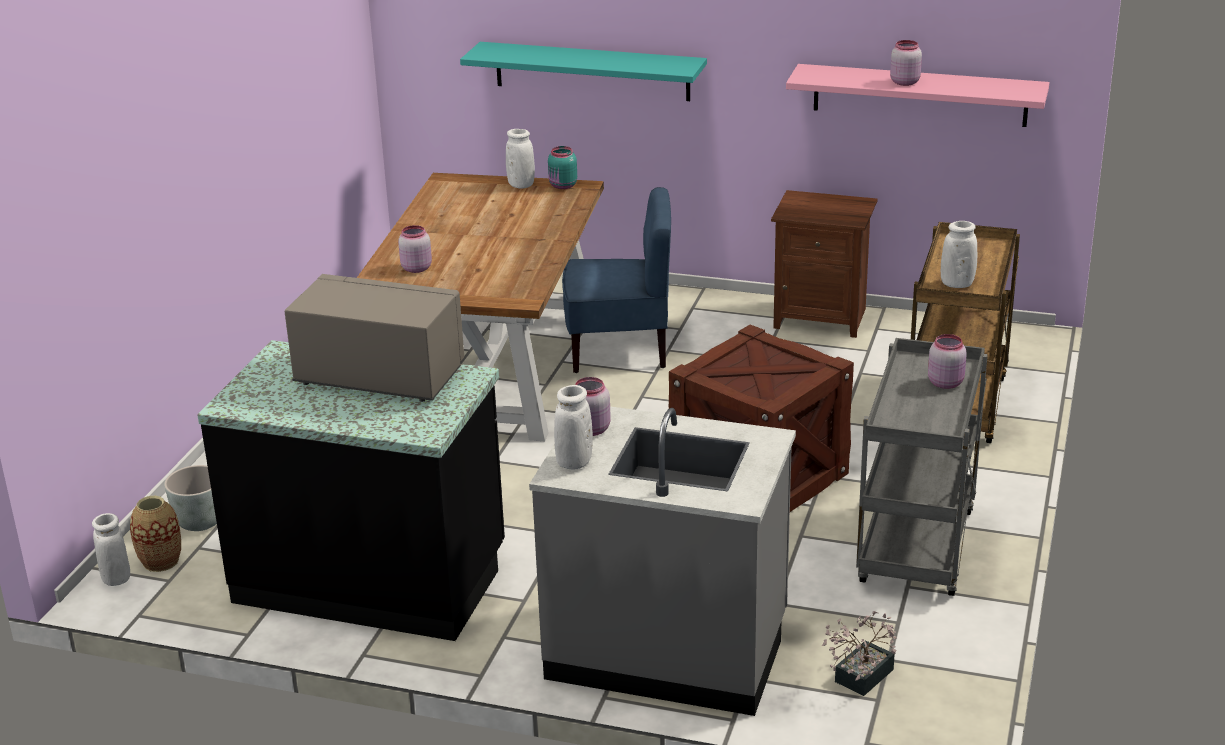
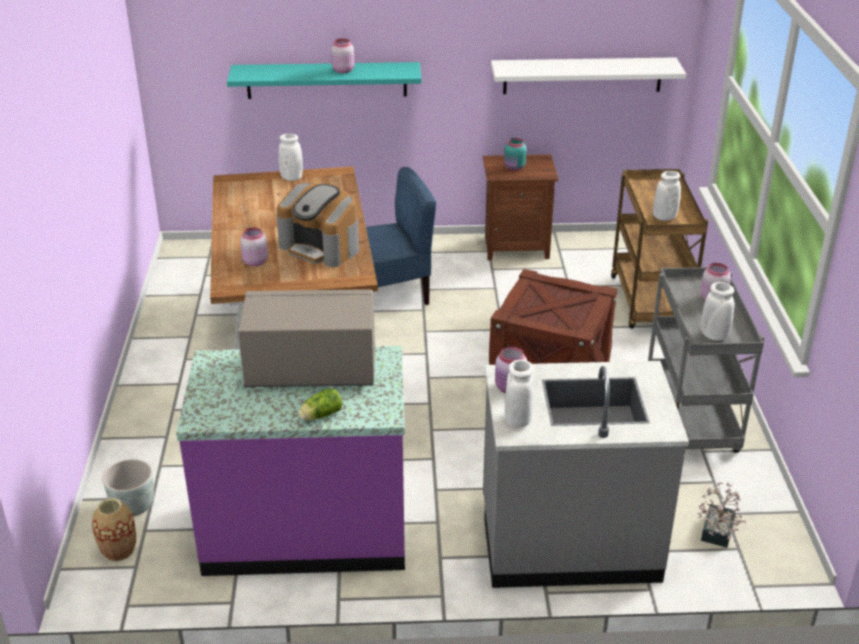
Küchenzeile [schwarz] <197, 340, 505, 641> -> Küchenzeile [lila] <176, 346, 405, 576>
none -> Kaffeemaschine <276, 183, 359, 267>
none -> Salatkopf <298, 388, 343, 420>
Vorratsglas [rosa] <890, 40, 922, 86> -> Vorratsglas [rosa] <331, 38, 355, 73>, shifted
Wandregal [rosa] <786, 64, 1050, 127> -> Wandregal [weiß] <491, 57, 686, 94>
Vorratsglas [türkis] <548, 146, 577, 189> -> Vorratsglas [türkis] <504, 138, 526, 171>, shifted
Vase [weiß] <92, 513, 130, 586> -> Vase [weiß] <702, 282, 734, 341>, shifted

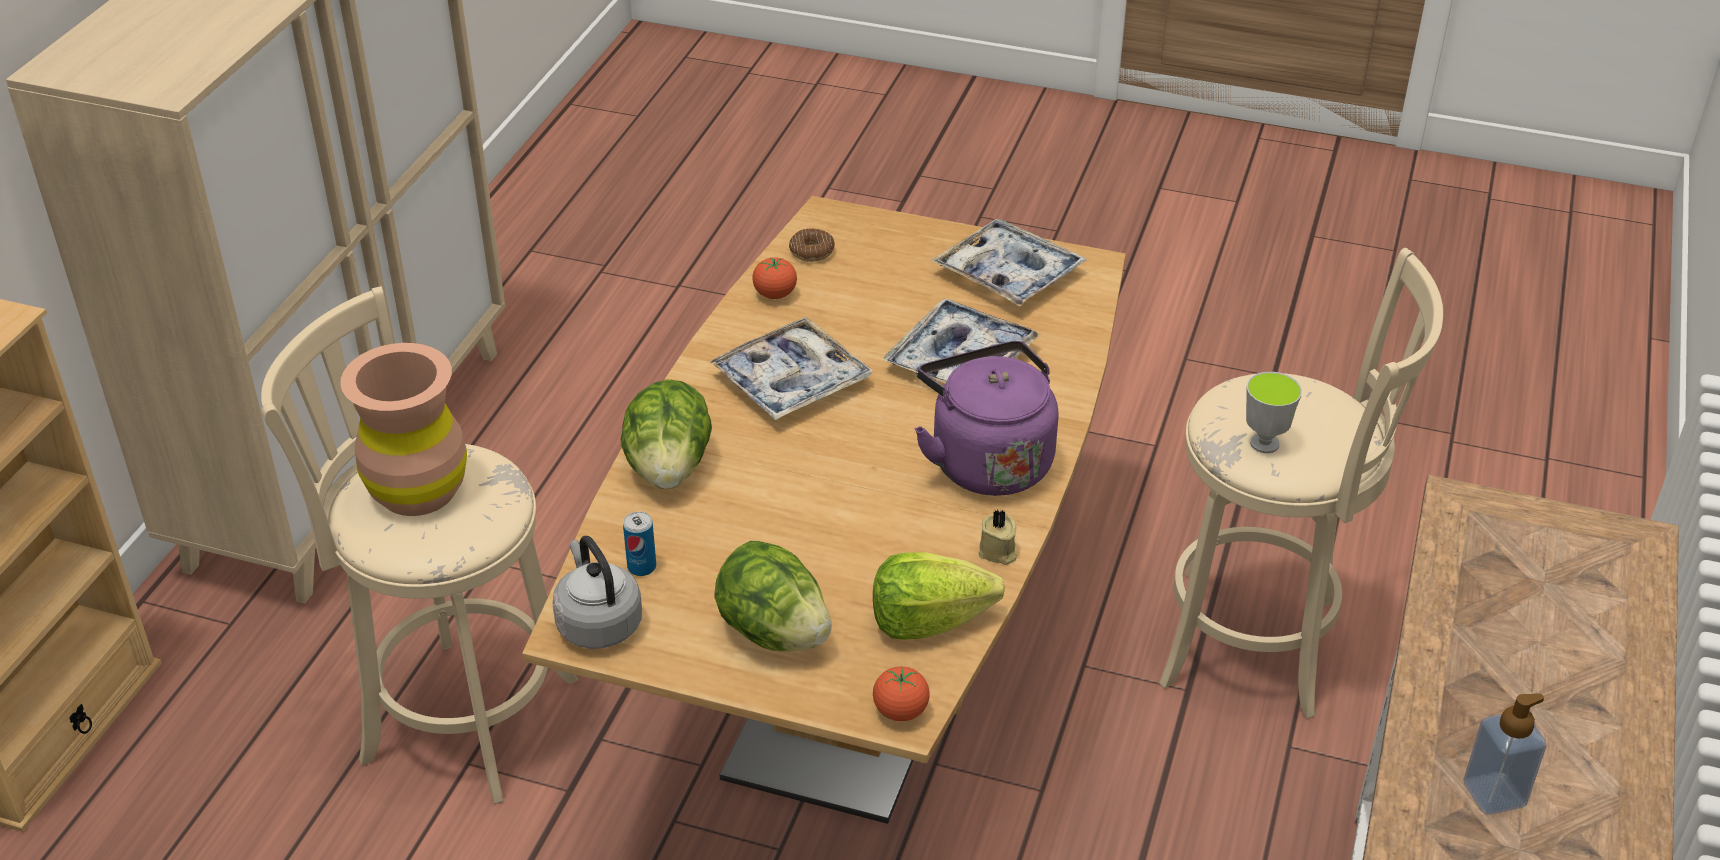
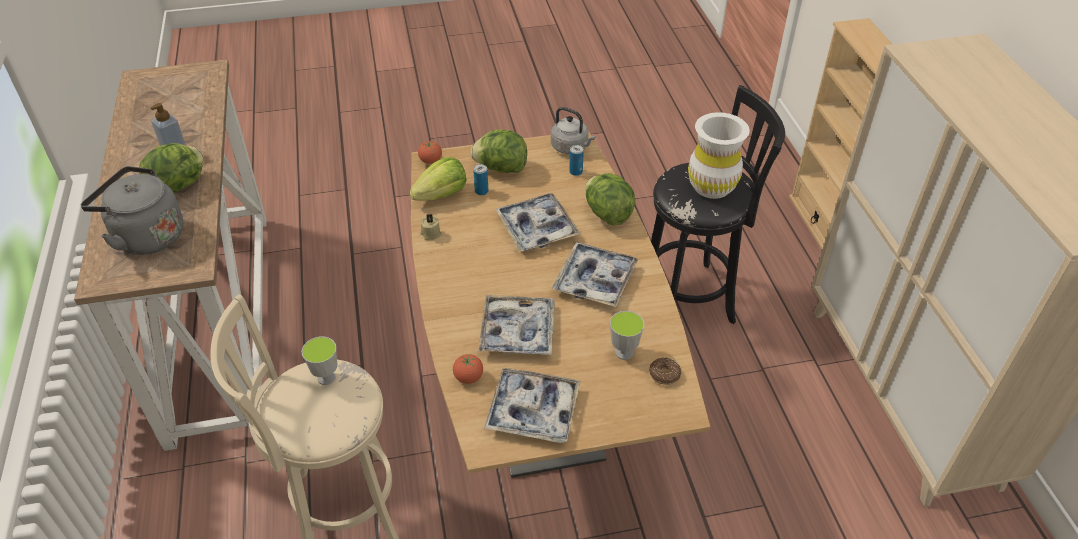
none -> Wasserkessel [grau] <81, 166, 183, 255>
none -> Salatkopf <139, 143, 204, 193>
Tomate <752, 257, 797, 299> -> Tomate <453, 354, 483, 384>, shifted
none -> Dose <473, 164, 488, 195>
none -> Tablett <496, 193, 580, 251>
none -> Tasse <610, 311, 644, 360>
Hocker [beige] <261, 286, 578, 804> -> Hocker [schwarz] <651, 85, 785, 324>
Vase [braun] <340, 343, 467, 516> -> Vase [weiß] <688, 112, 750, 199>
Wasserkessel [lila] <915, 341, 1058, 496> -> none

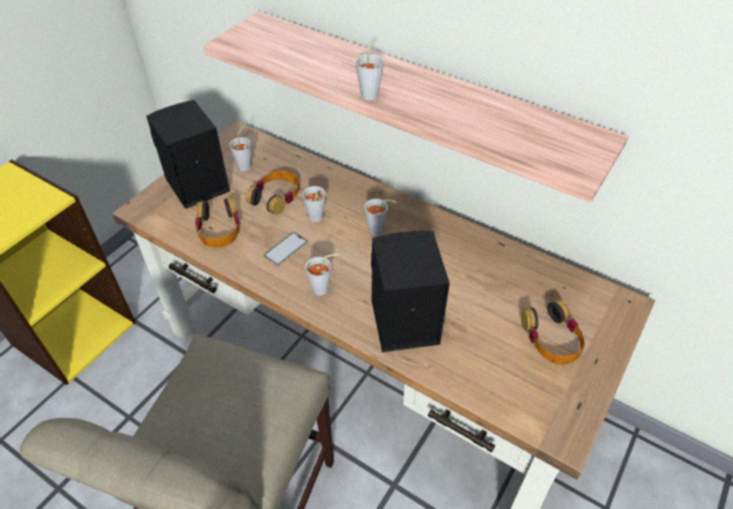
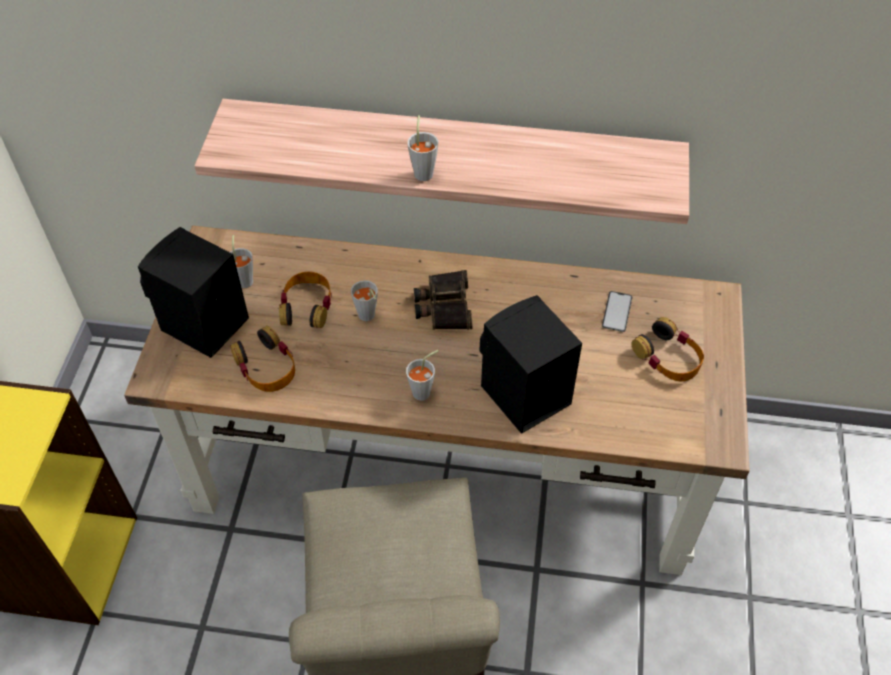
Tasse [grau] <364, 199, 397, 235> -> Fernglas <414, 270, 473, 329>
Handy <264, 232, 307, 265> -> Handy <602, 291, 632, 332>, shifted

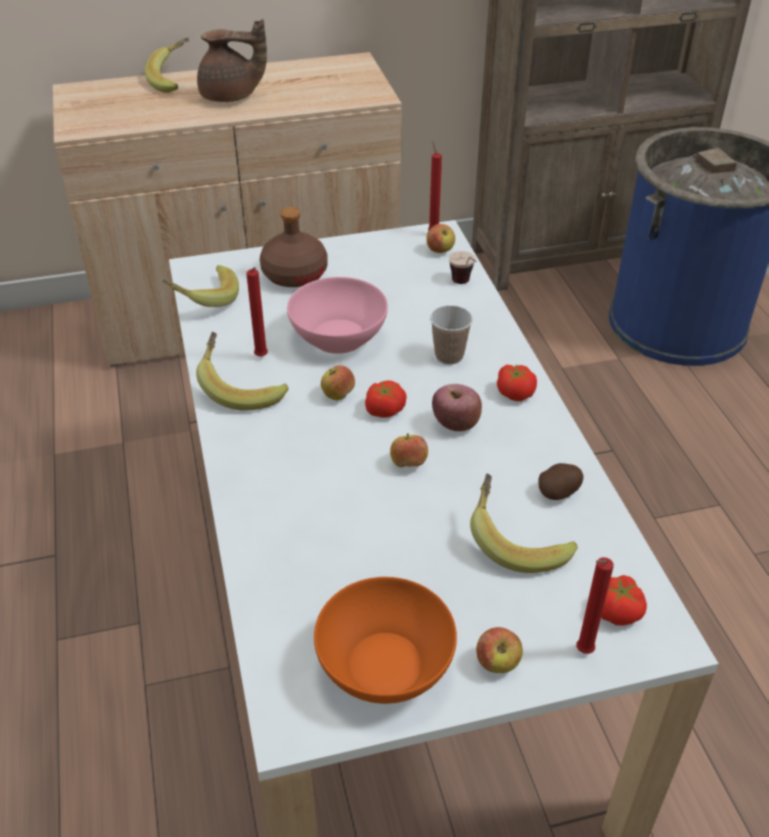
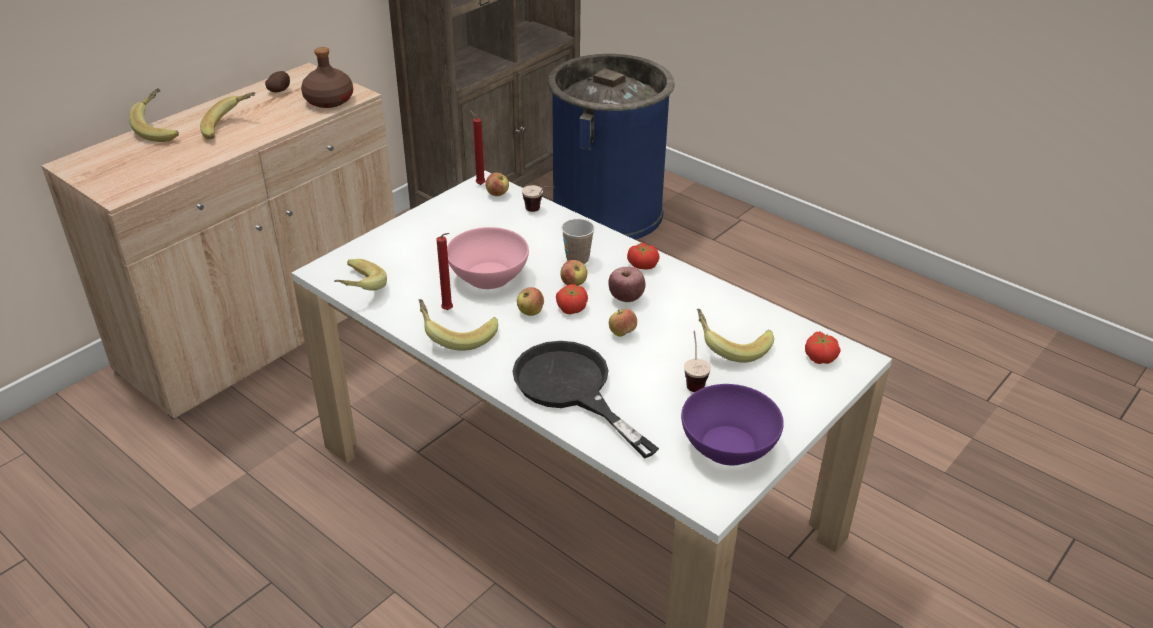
Teekanne [braun] <197, 19, 267, 102> -> Banane <200, 92, 255, 139>
Kartoffel <538, 463, 584, 500> -> Kartoffel <265, 71, 290, 93>, shifted
Flasche [braun] <260, 207, 328, 287> -> Flasche [braun] <301, 47, 353, 108>, shifted
none -> Pfanne [schwarz] <512, 341, 659, 459>
Apfel <476, 627, 523, 673> -> Apfel <560, 260, 587, 286>, shifted
Schüssel [orange] <314, 577, 457, 704> -> Schüssel [lila] <681, 384, 784, 466>
none -> Tasse <684, 331, 711, 392>
Kerze [rot] <576, 557, 614, 654> -> none

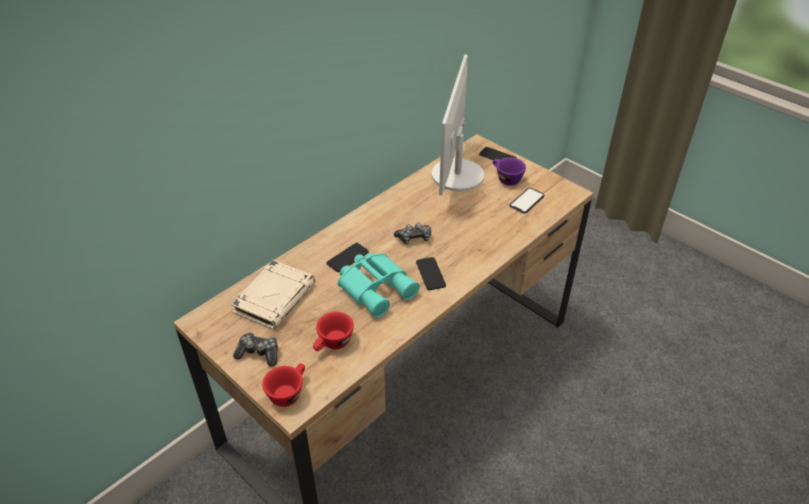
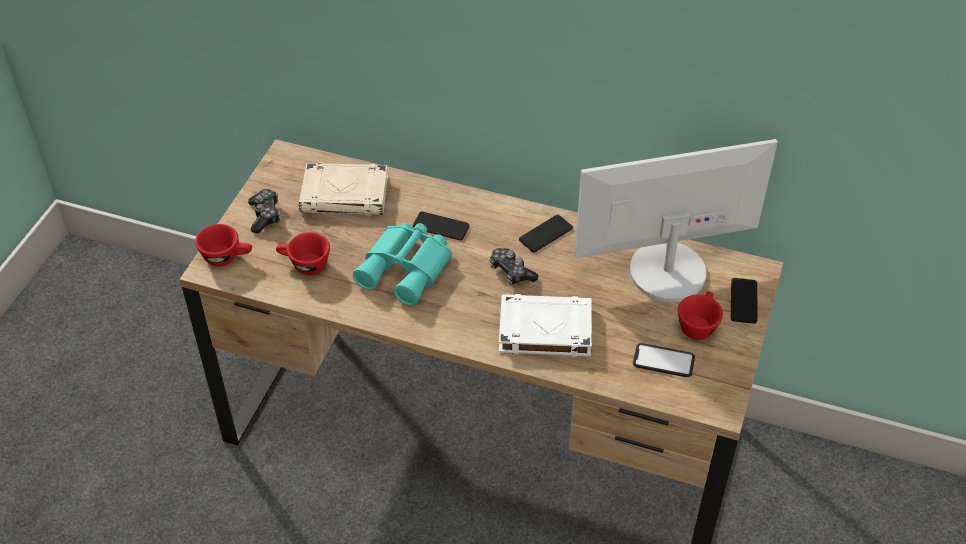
none -> Buch [weiß] <499, 294, 592, 357>
Handy <416, 257, 446, 290> -> Handy <519, 215, 573, 252>, shifted
Tasse [lila] <493, 157, 526, 186> -> Tasse [rot] <678, 291, 723, 340>

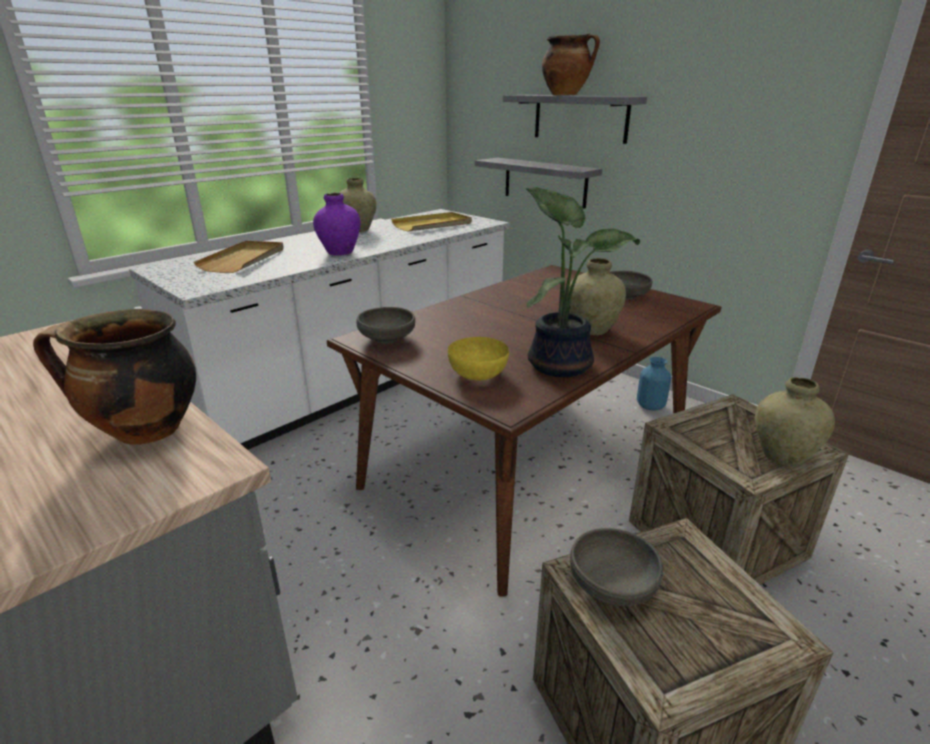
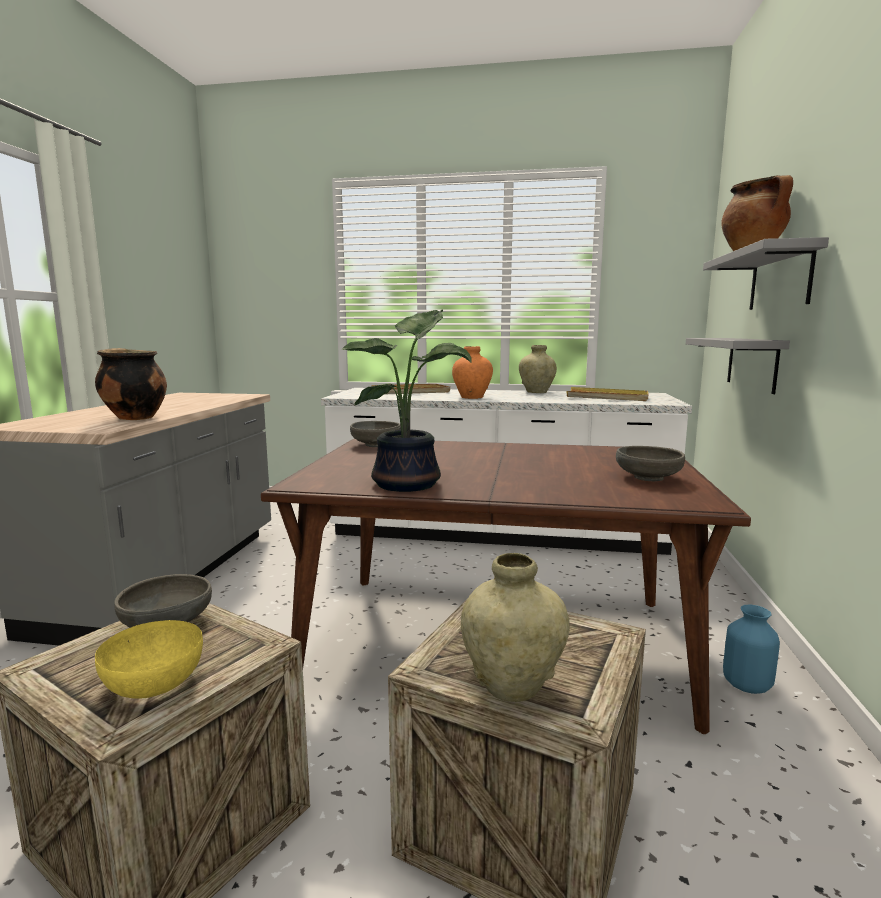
Schüssel [gelb] <448, 337, 509, 380> -> Schüssel [gelb] <95, 620, 203, 699>, shifted
Vase [lila] <313, 193, 360, 255> -> Vase [orange] <452, 346, 493, 399>
Vase [beige] <569, 258, 626, 335> -> none

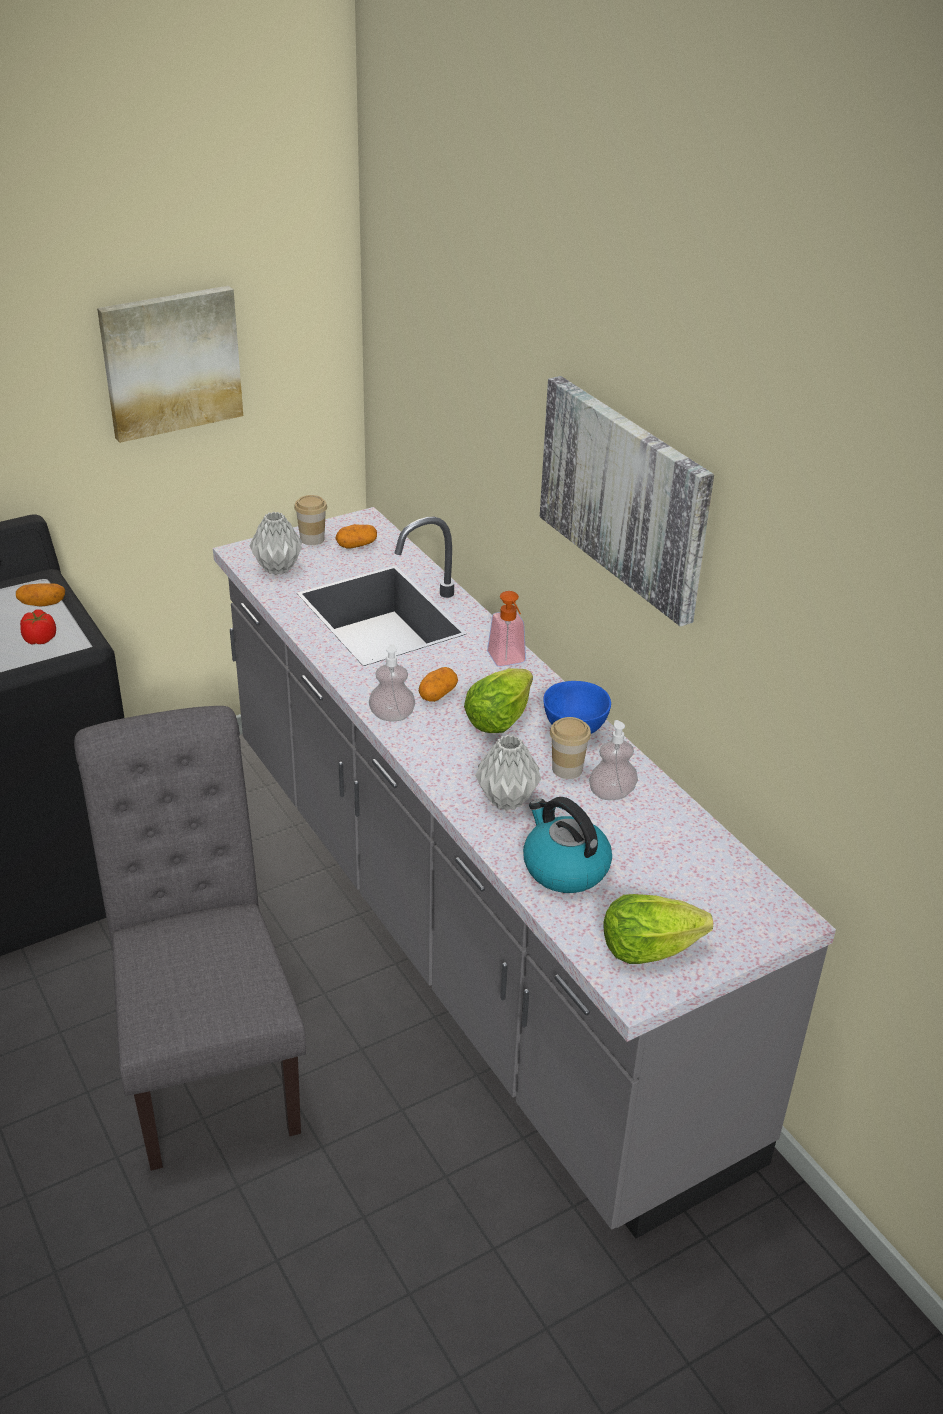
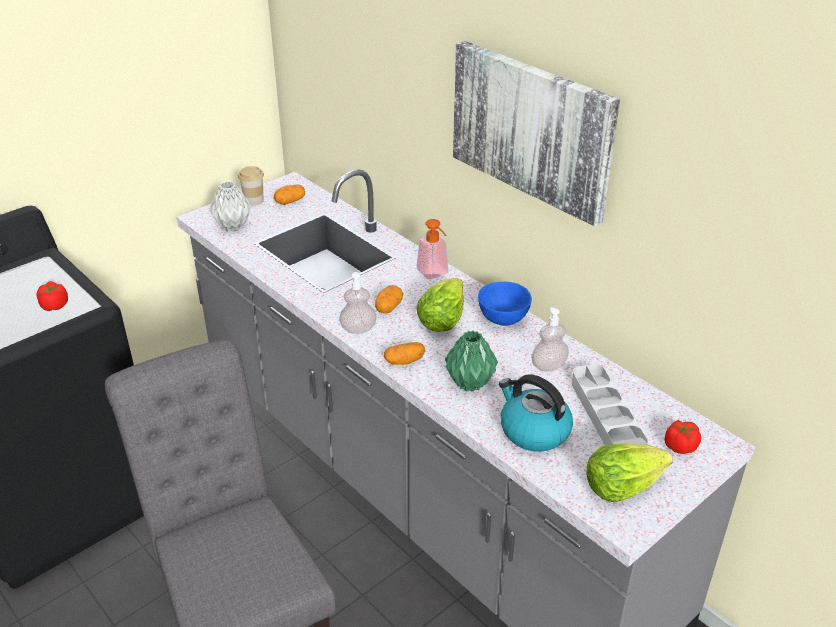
Kartoffel <16, 583, 65, 606> -> Kartoffel <384, 342, 426, 365>, shifted
Vase [grau] <475, 735, 541, 811> -> Vase [grün] <445, 331, 498, 392>
none -> Tablett [grau] <571, 364, 648, 446>
none -> Tomate <664, 420, 701, 454>
Bild <97, 286, 243, 443> -> none
Tasse <550, 717, 591, 779> -> none

